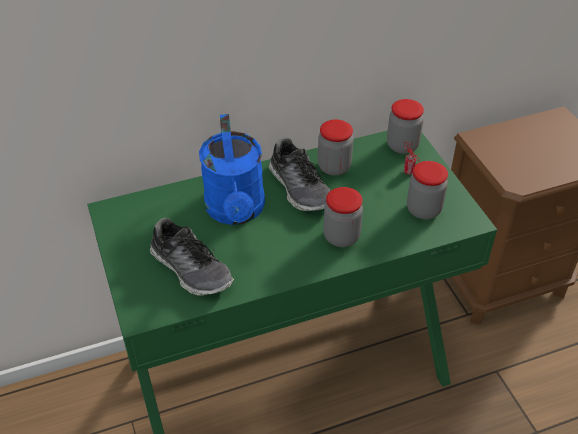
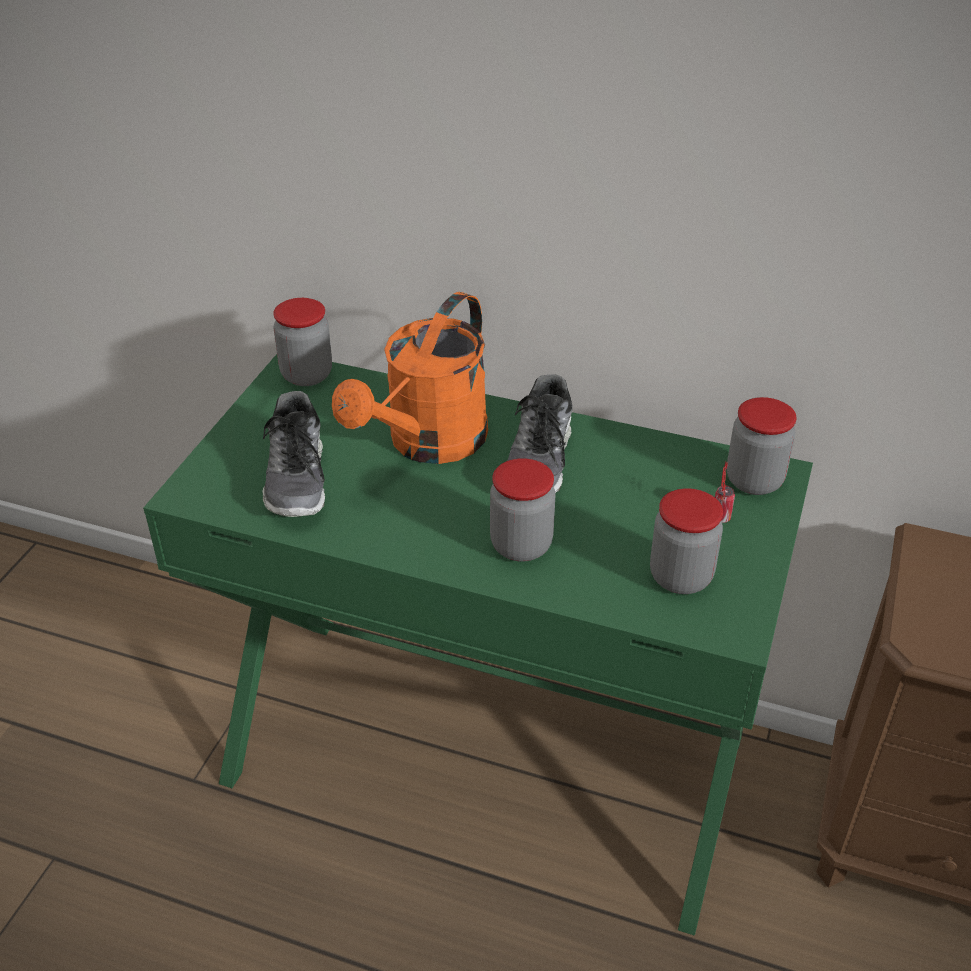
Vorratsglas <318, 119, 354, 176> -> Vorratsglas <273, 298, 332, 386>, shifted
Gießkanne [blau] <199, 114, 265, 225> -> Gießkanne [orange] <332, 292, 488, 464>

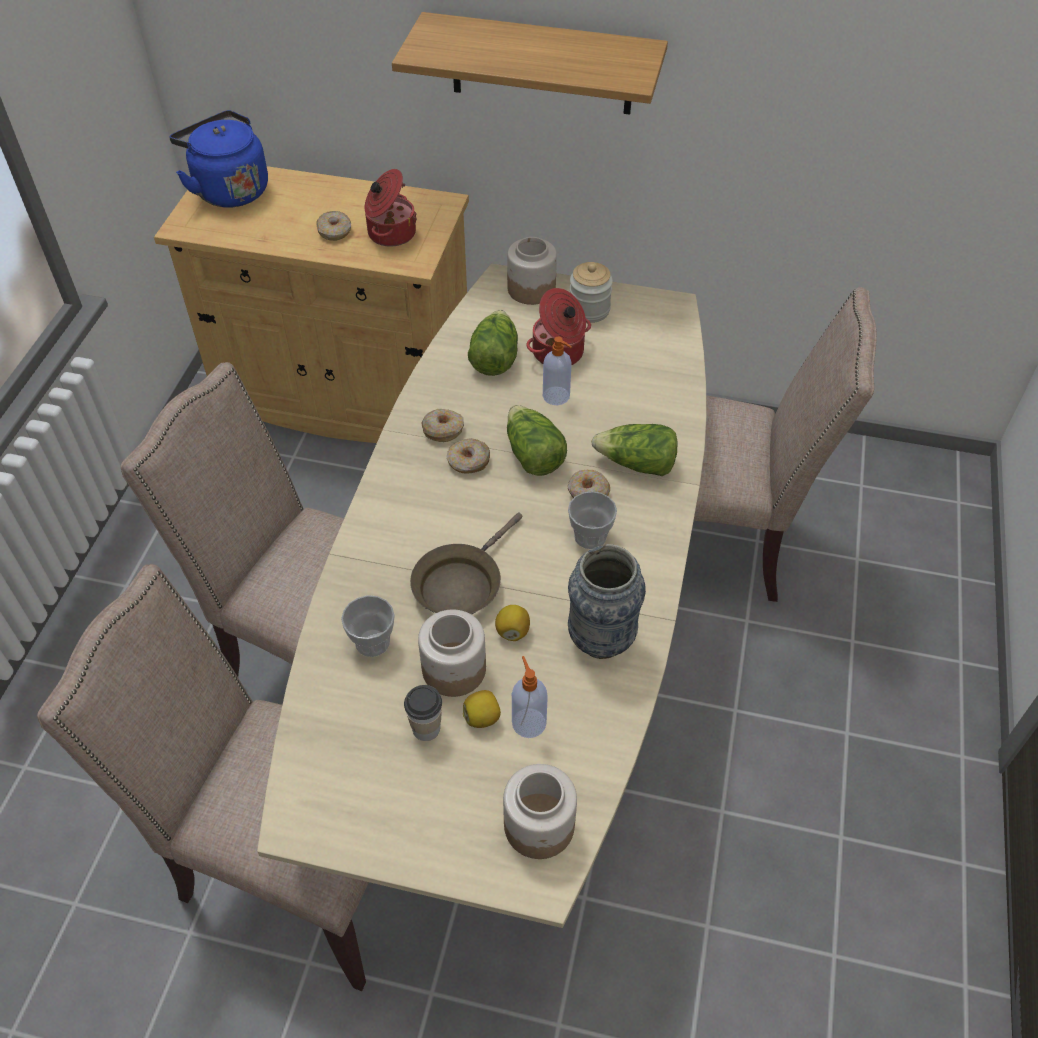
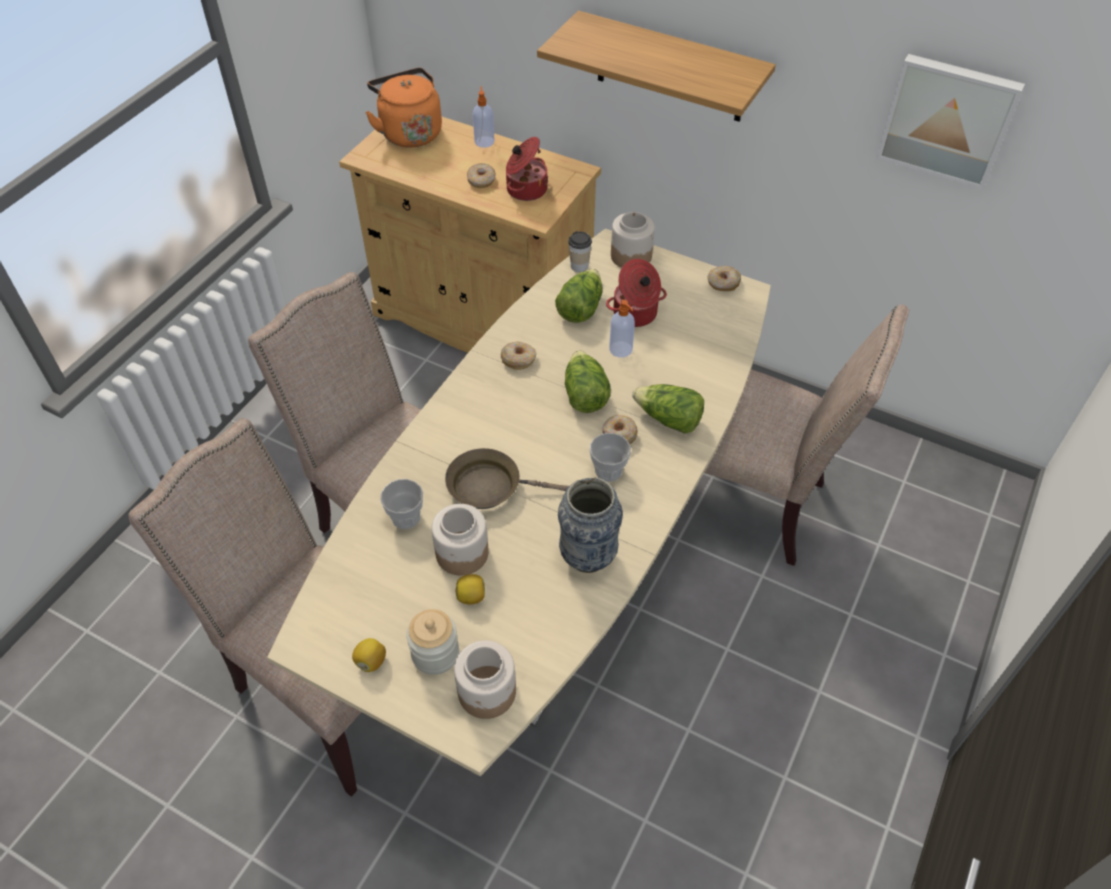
Zitrone <495, 605, 530, 641> -> Zitrone <352, 638, 386, 672>, shifted
Wasserkessel [blau] <169, 110, 268, 208> -> Wasserkessel [orange] <365, 68, 442, 147>
Vorratsglas <570, 262, 613, 323> -> Vorratsglas <406, 609, 459, 675>, shifted
Pfanne [braun] <410, 512, 523, 614> -> Pfanne [braun] <445, 448, 569, 509>, 45 degrees clockwise
Seifenspender <512, 656, 548, 738> -> Seifenspender <473, 86, 495, 148>, shifted
Tasse <404, 685, 442, 741> -> Tasse <568, 232, 592, 272>, shifted
Donut <447, 438, 490, 474> -> Donut <707, 266, 741, 291>, shifted
none -> Bild <876, 54, 1025, 189>

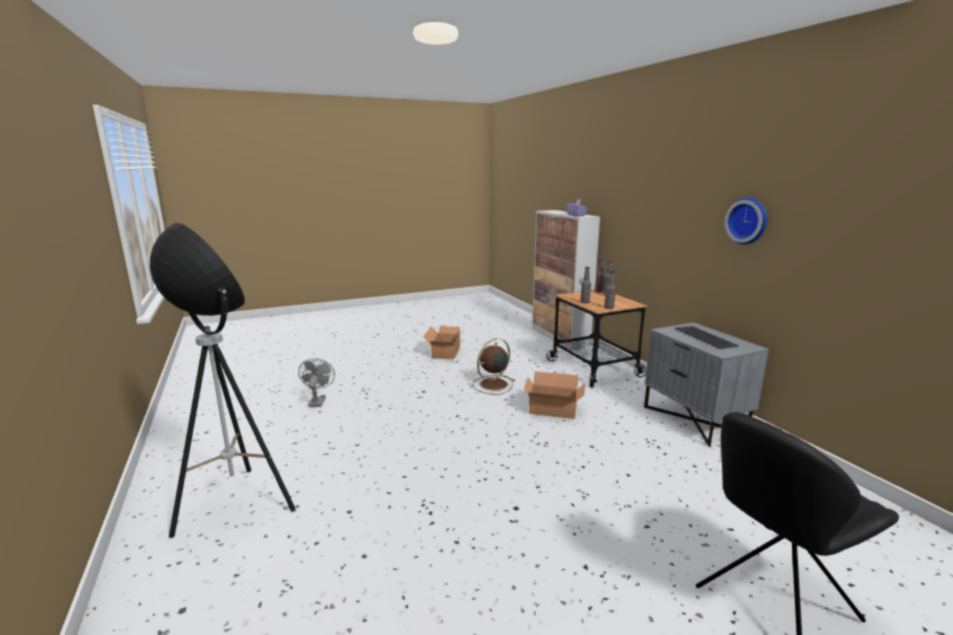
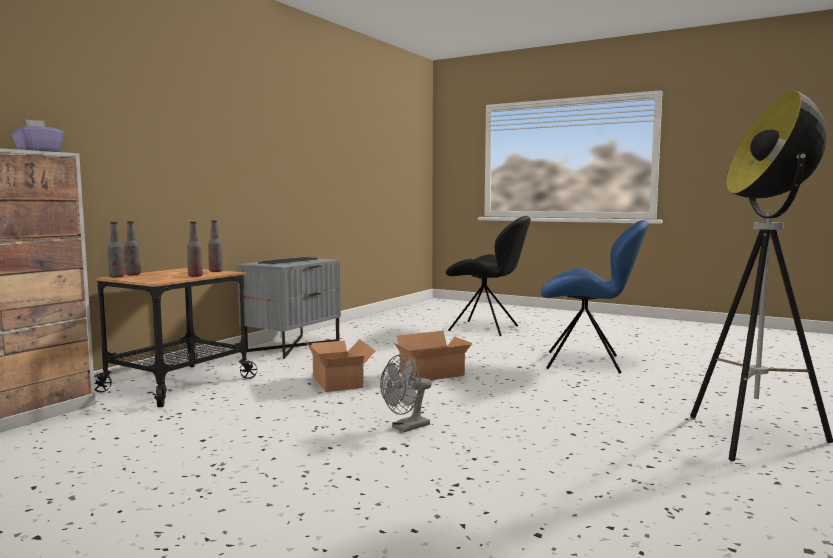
Ventilator [grau] <298, 358, 335, 407> -> Ventilator [grau] <380, 354, 432, 432>, shifted
Karton <423, 326, 462, 359> -> Karton <394, 331, 472, 381>, shifted
none -> Stuhl [blau] <541, 220, 648, 374>
Ventilator [braun] <472, 338, 516, 395> -> none
Wanduhr <725, 198, 767, 244> -> none

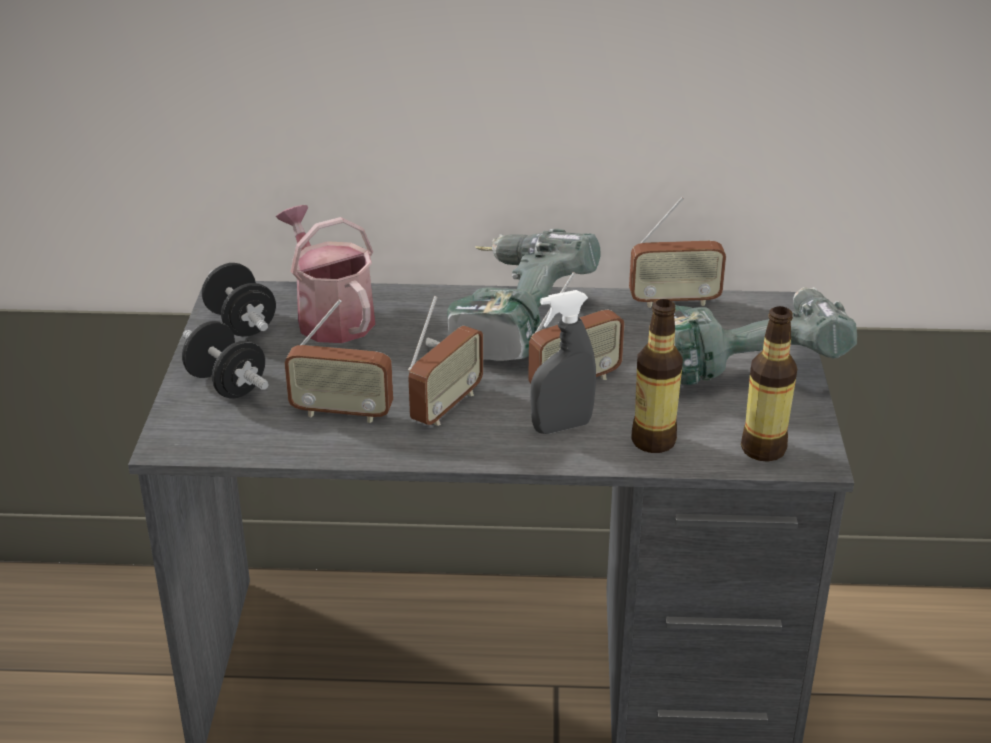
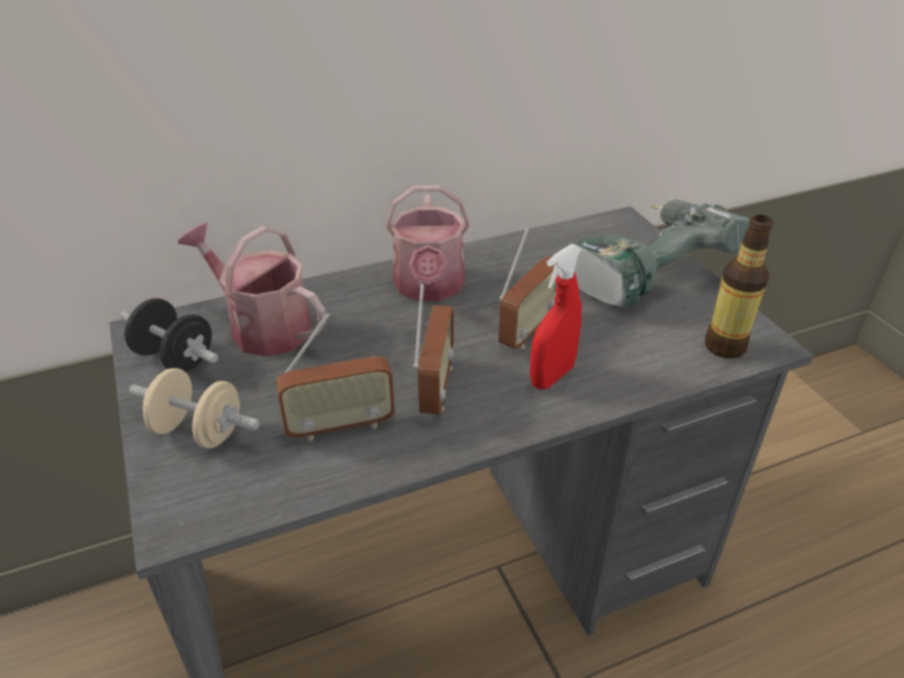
Hantel [schwarz] <182, 321, 269, 399> -> Hantel [beige] <129, 368, 259, 448>
Bohrmaschine <426, 229, 601, 361> -> Gießkanne <386, 185, 470, 301>
Sprühflasche [grau] <530, 290, 596, 434> -> Sprühflasche [rot] <530, 244, 582, 390>
Radio <629, 197, 726, 308> -> none
Flasche <632, 299, 683, 453> -> none

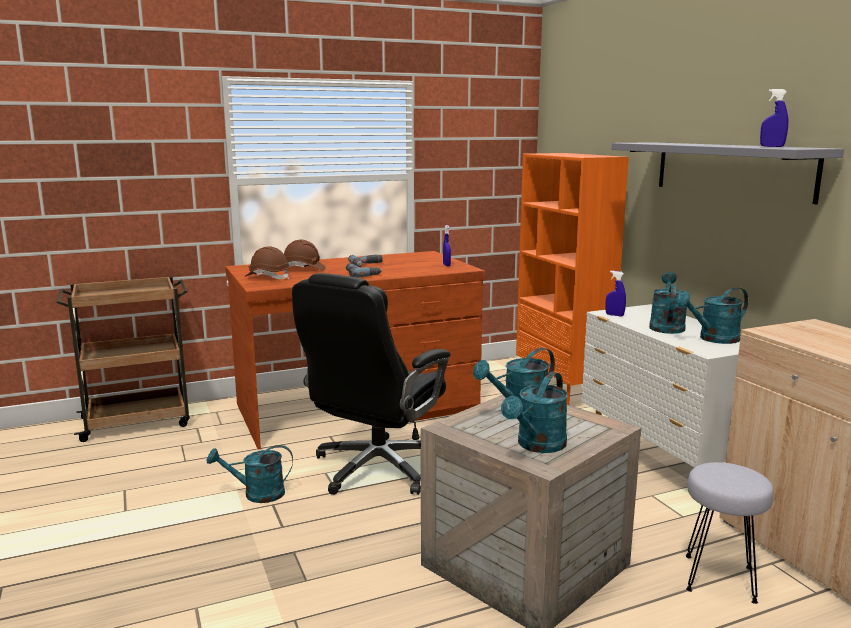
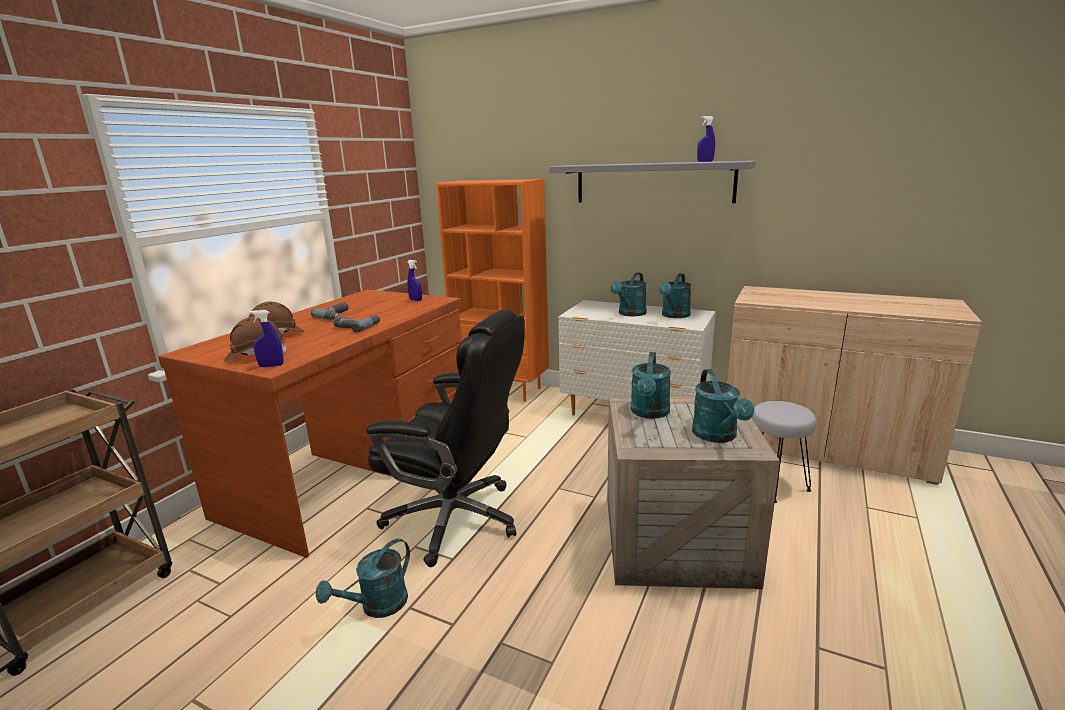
Sprühflasche [blau] <605, 271, 626, 316> -> Sprühflasche [blau] <249, 310, 283, 367>, shifted
Bürostuhl [schwarz] <292, 273, 451, 495> -> Bürostuhl [schwarz] <366, 310, 525, 567>, 60 degrees counterclockwise
Gießkanne [türkis] <649, 272, 687, 334> -> Gießkanne [türkis] <610, 273, 647, 316>, 120 degrees counterclockwise

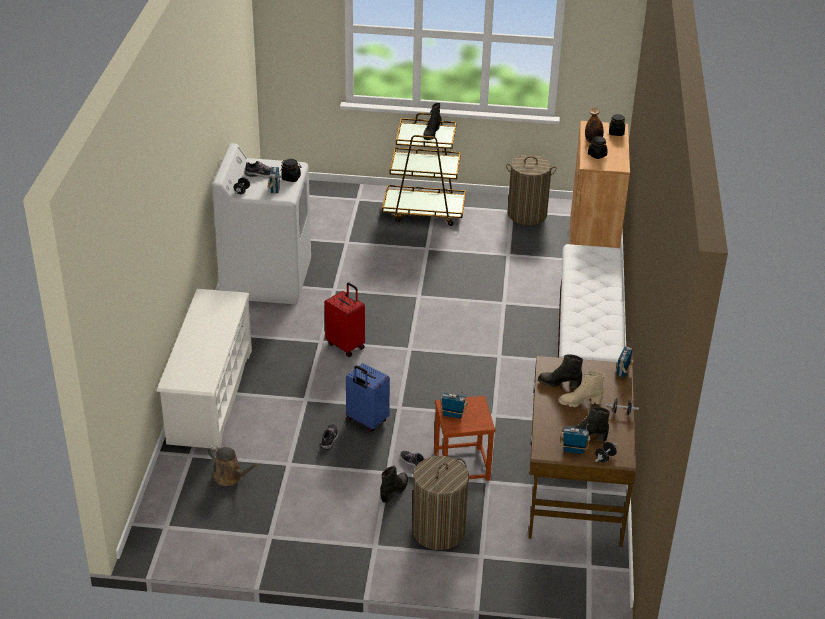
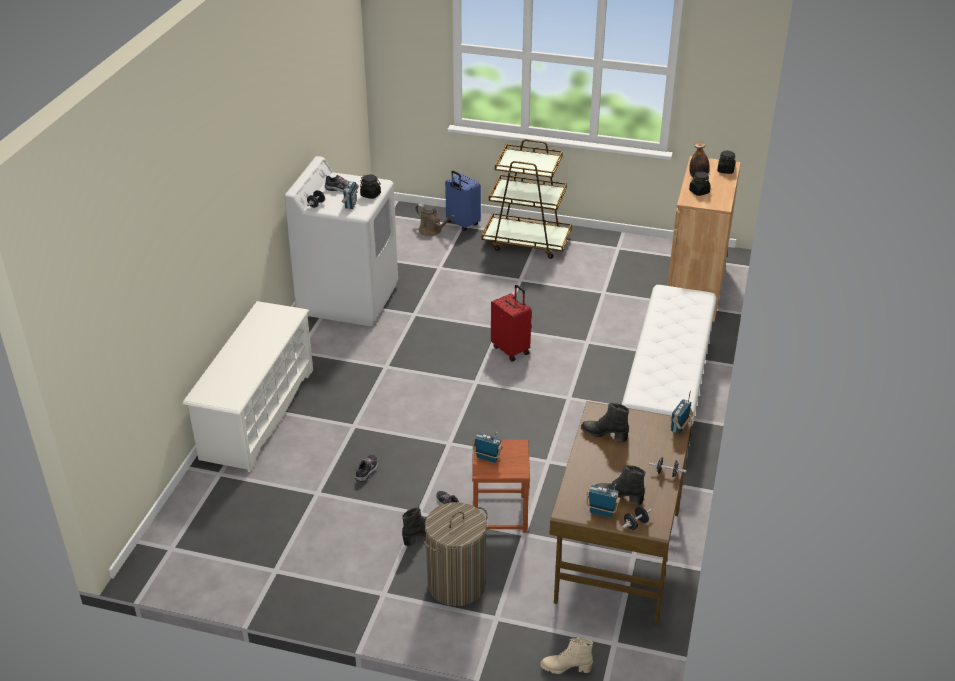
Gießkanne [braun] <207, 445, 260, 486> -> Gießkanne [braun] <415, 204, 454, 236>, shifted
Koffer [blau] <346, 363, 390, 432> -> Koffer [blau] <445, 171, 481, 231>, shifted
Koffer [rot] <325, 282, 365, 357> -> Koffer [rot] <491, 285, 531, 361>, shifted
Stiefel [beige] <559, 371, 605, 407> -> Stiefel [beige] <540, 637, 593, 674>, shifted
Stiefel [schwarz] <423, 103, 441, 140> -> none
Wäschekorb <506, 154, 557, 225> -> none

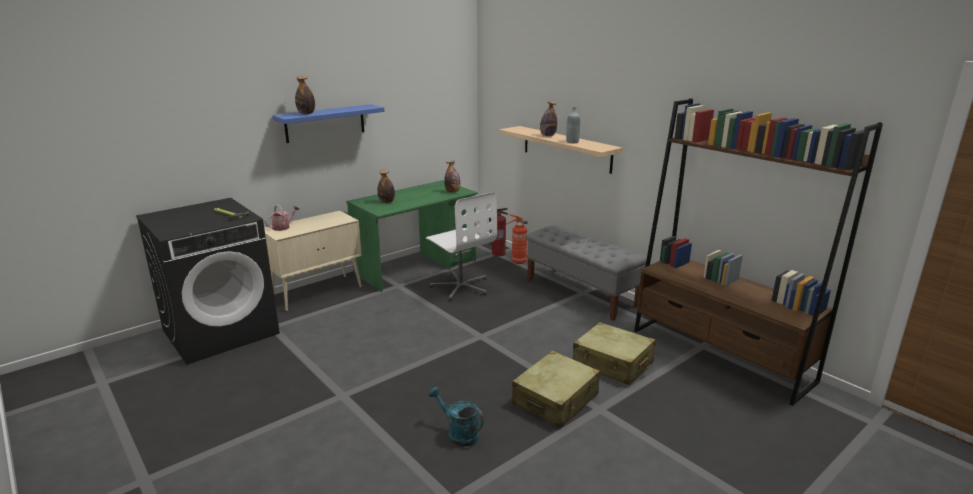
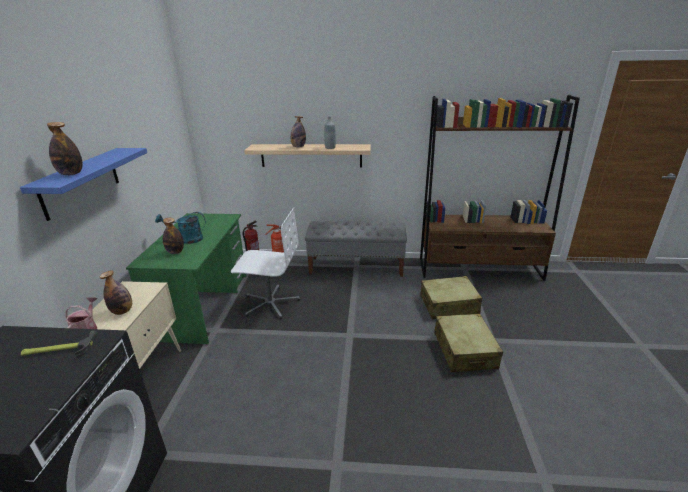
Flasche <444, 161, 460, 193> -> Flasche <100, 270, 132, 315>, shifted
Gießkanne [türkis] <429, 387, 484, 446> -> Gießkanne [türkis] <155, 212, 206, 244>, shifted

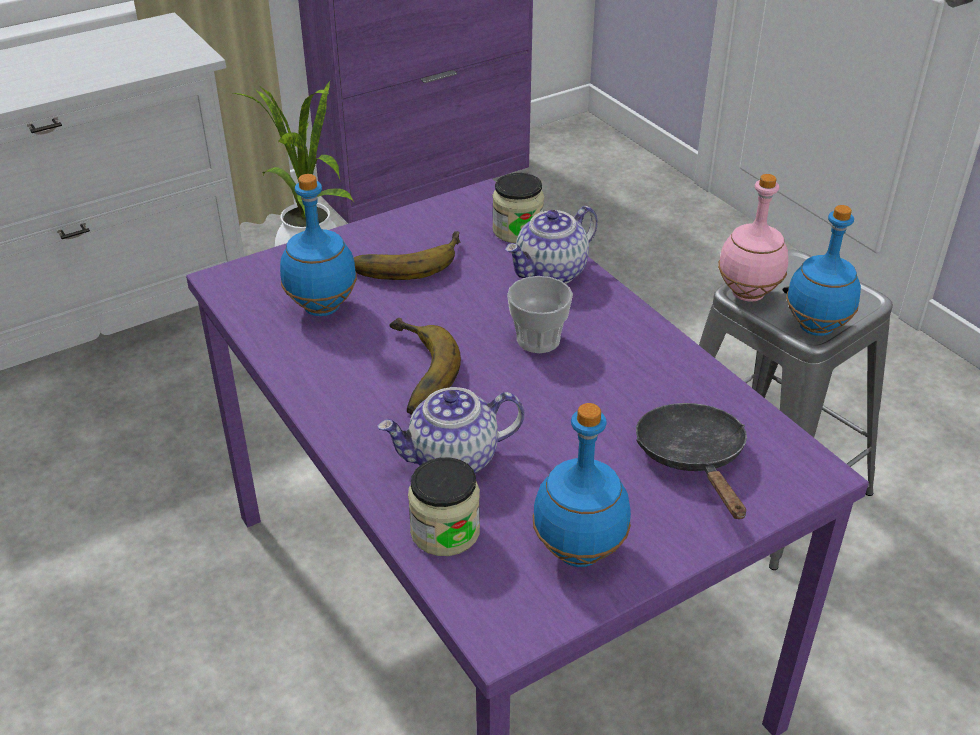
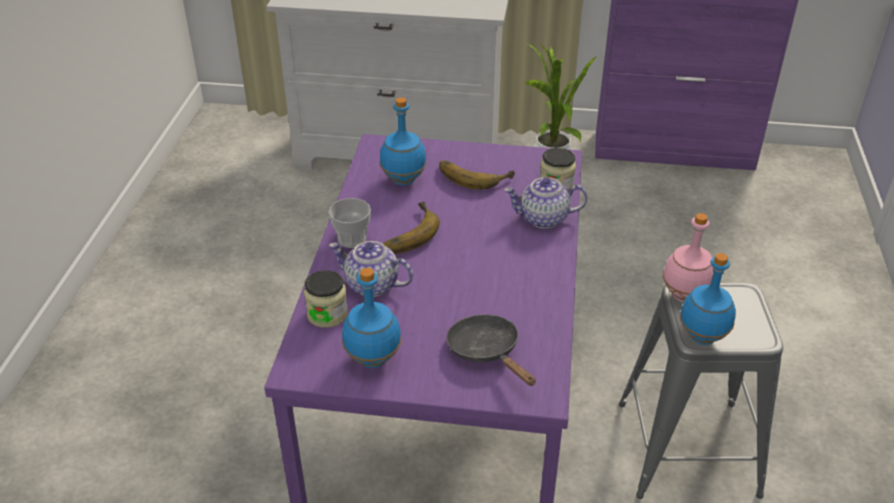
Tasse <507, 276, 573, 353> -> Tasse <329, 198, 371, 248>, shifted
Pfanne [schwarz] <636, 403, 747, 519> -> Pfanne [schwarz] <446, 314, 536, 386>, 60 degrees counterclockwise

